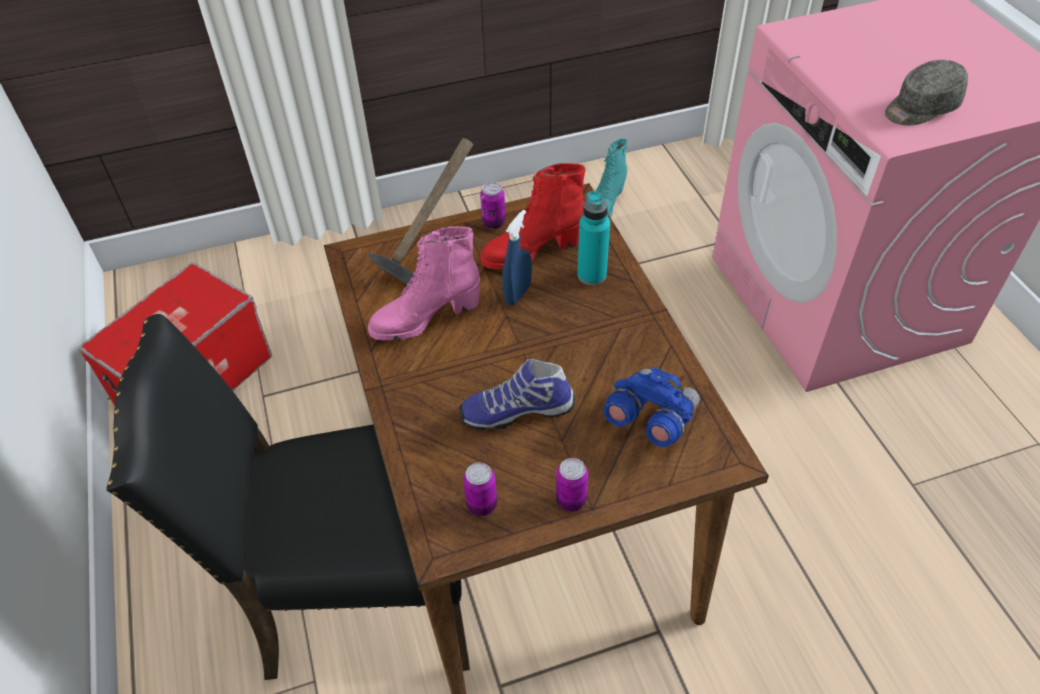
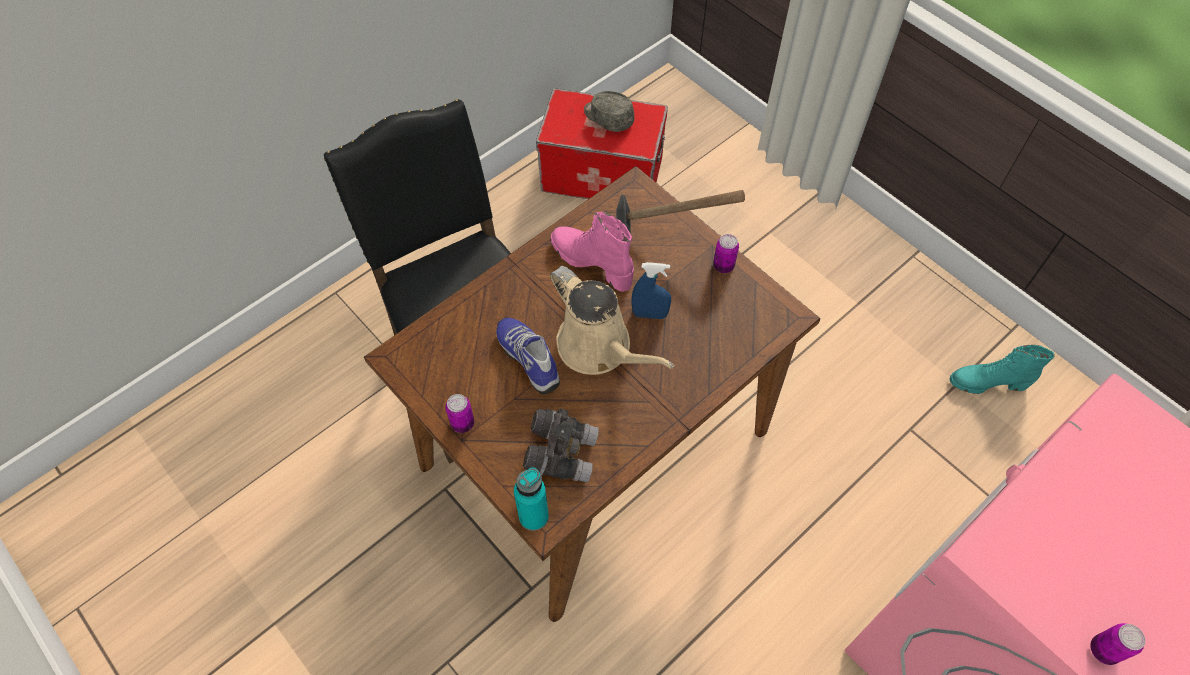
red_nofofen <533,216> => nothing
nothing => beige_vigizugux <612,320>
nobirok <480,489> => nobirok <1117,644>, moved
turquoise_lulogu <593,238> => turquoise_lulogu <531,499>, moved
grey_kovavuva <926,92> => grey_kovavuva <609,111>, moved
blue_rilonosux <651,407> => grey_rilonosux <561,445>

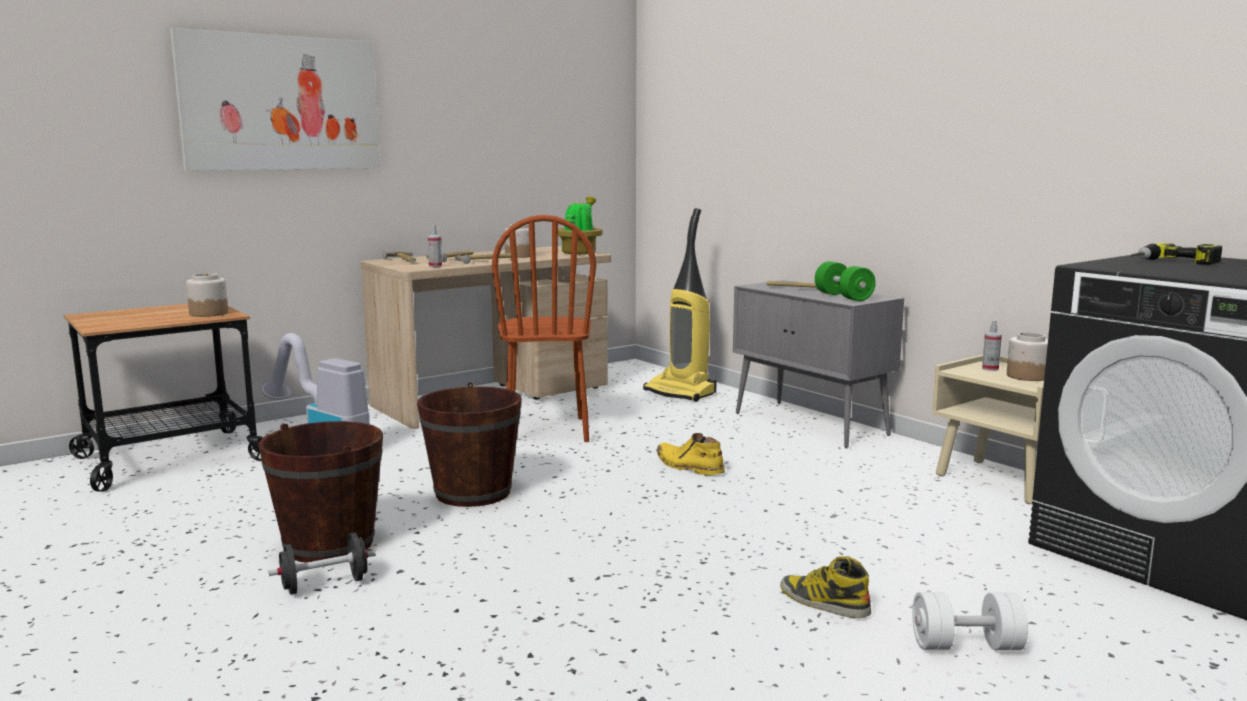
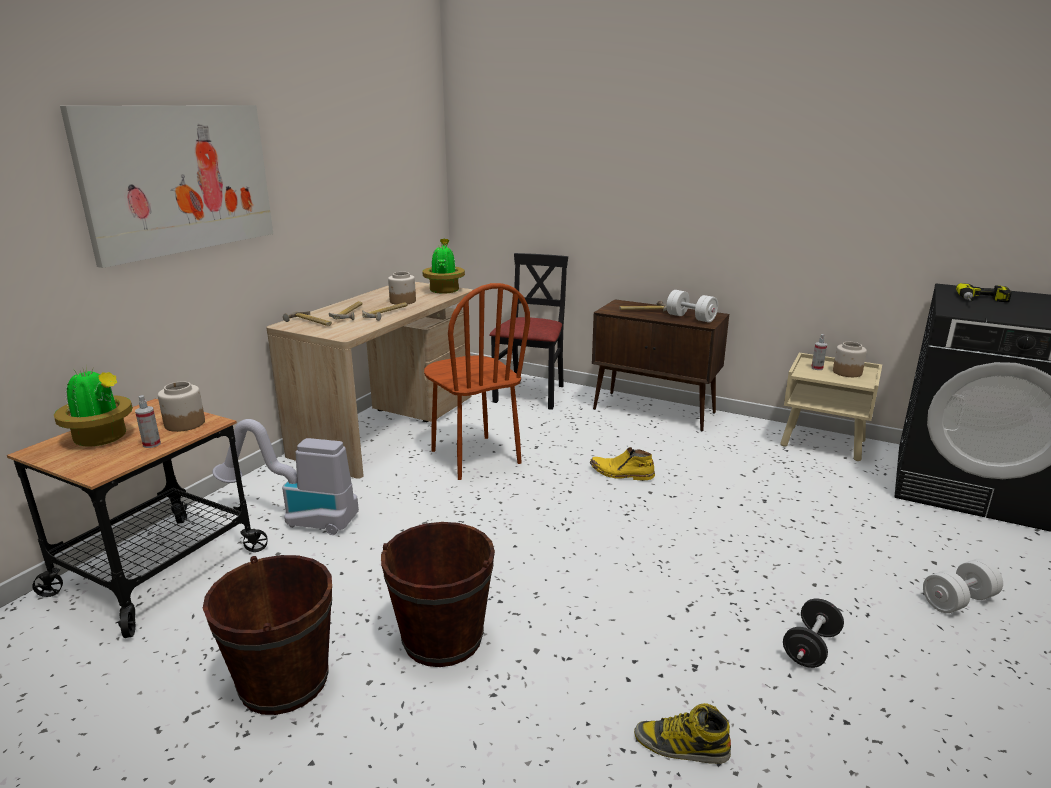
nothing => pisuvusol <93,406>
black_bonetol <322,563> => black_bonetol <813,633>, moved
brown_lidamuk <469,444> => brown_lidamuk <267,635>, moved
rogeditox <435,246> => rogeditox <148,421>, moved
nofofen <825,587> => nofofen <682,733>, moved
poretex <680,305> => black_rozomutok <528,331>
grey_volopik <818,364> => brown_volopik <660,365>
green_bonetol <845,281> => white_bonetol <692,306>

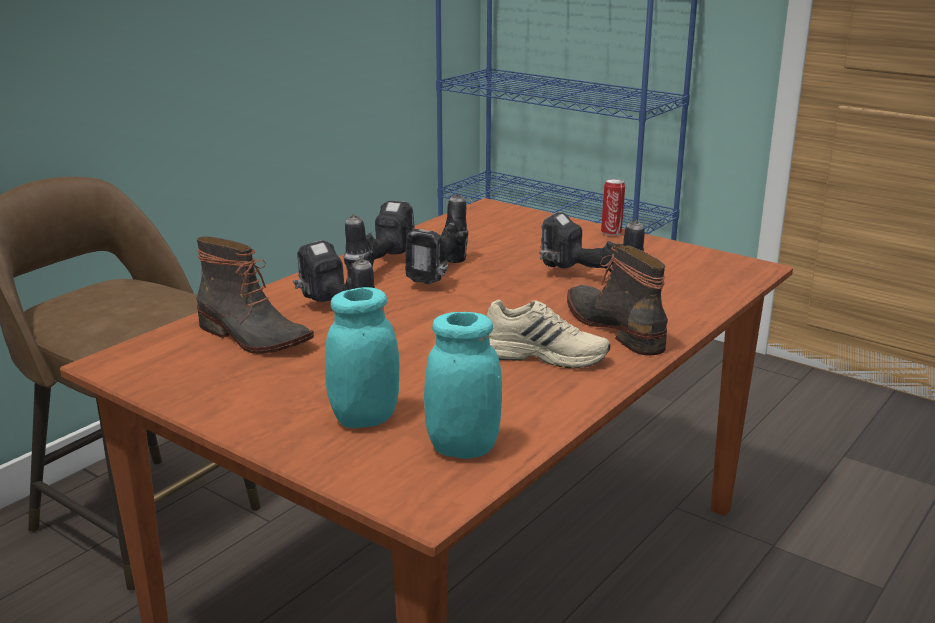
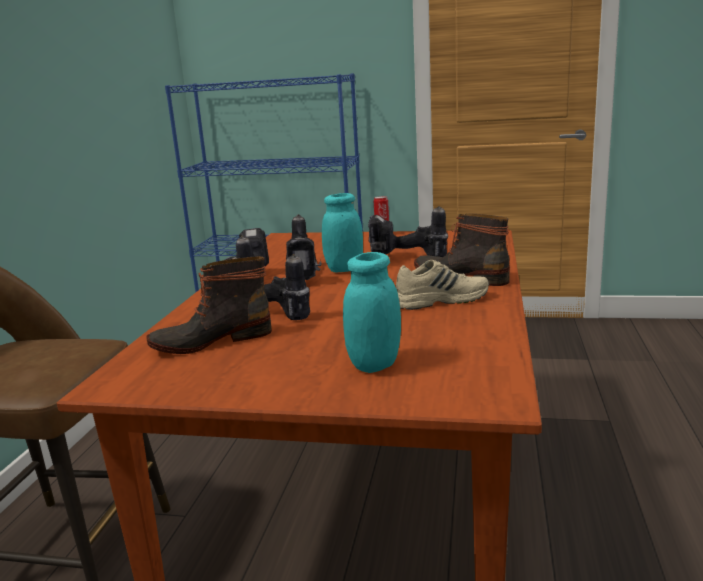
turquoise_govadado <463,385> => turquoise_govadado <342,232>, moved
nofofen <255,295> => nofofen <209,305>, 150 degrees clockwise

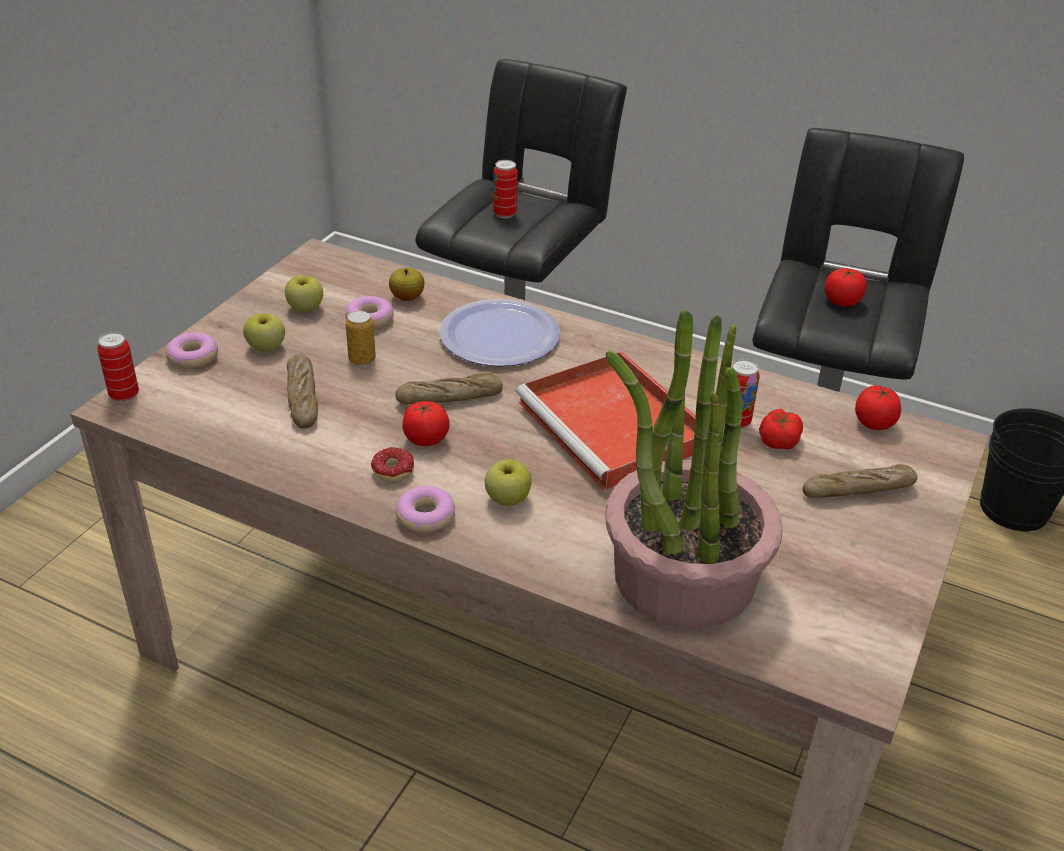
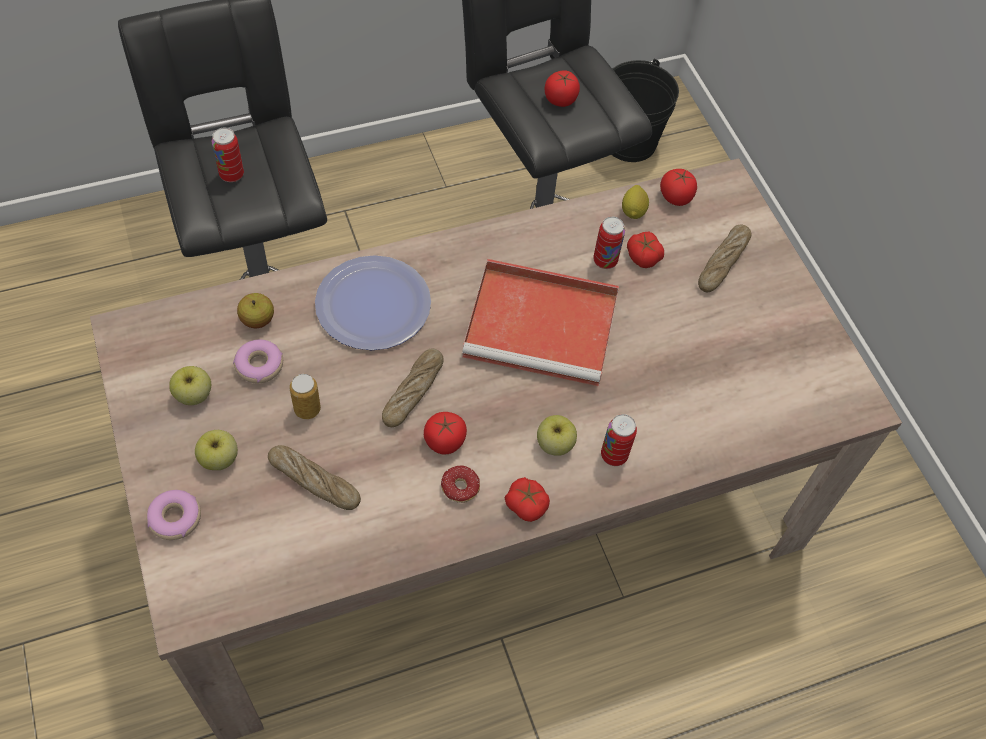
pisuvusol <694,469> => nothing
nothing => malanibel <635,202>
nobirok <118,367> => nobirok <619,440>, moved
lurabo <425,509> => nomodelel <527,499>

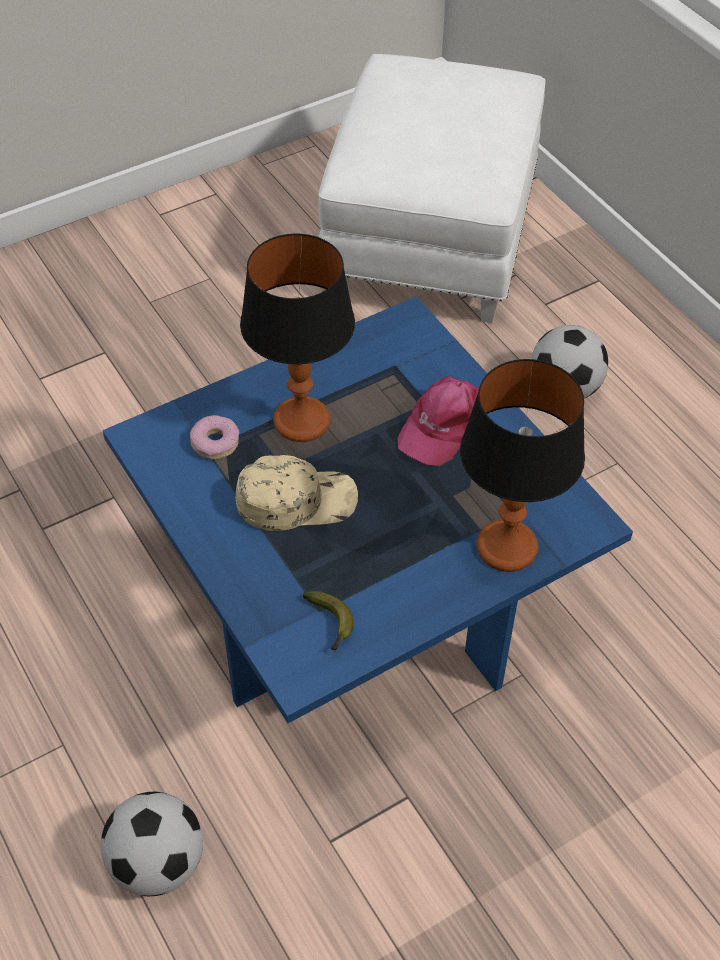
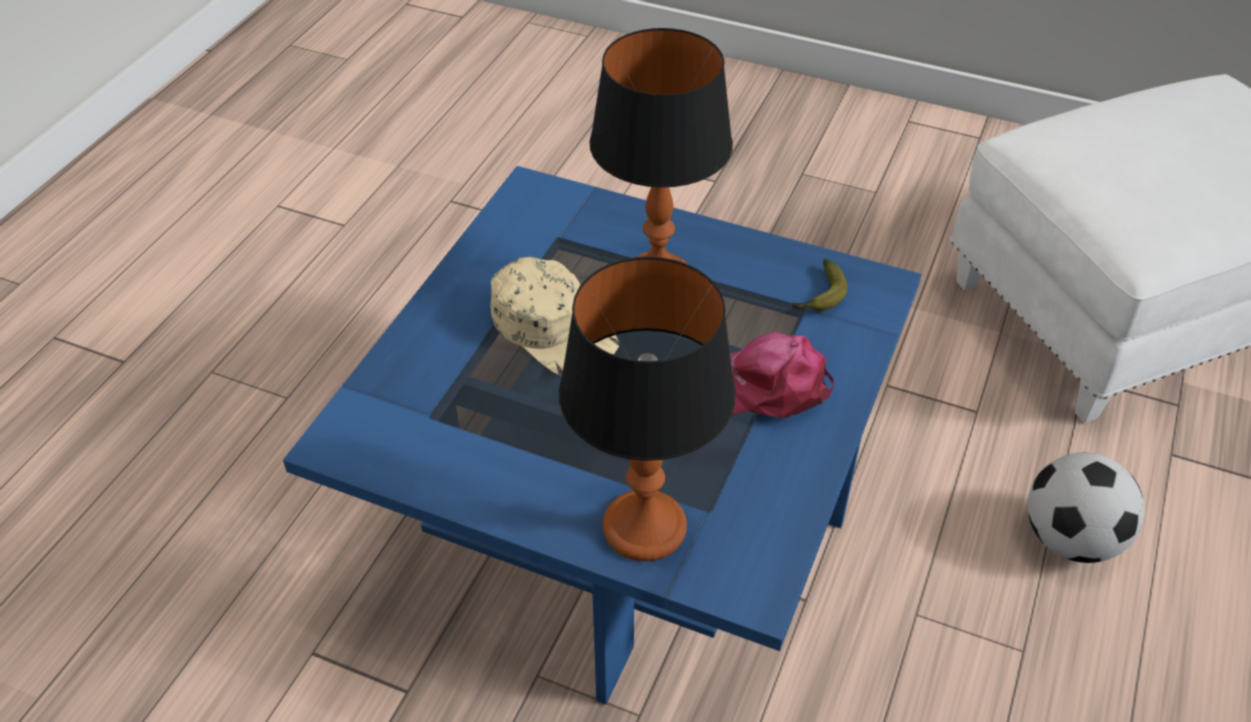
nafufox <152,844> => nothing
lurabo <214,437> => nothing
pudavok <328,621> => pudavok <820,285>, moved

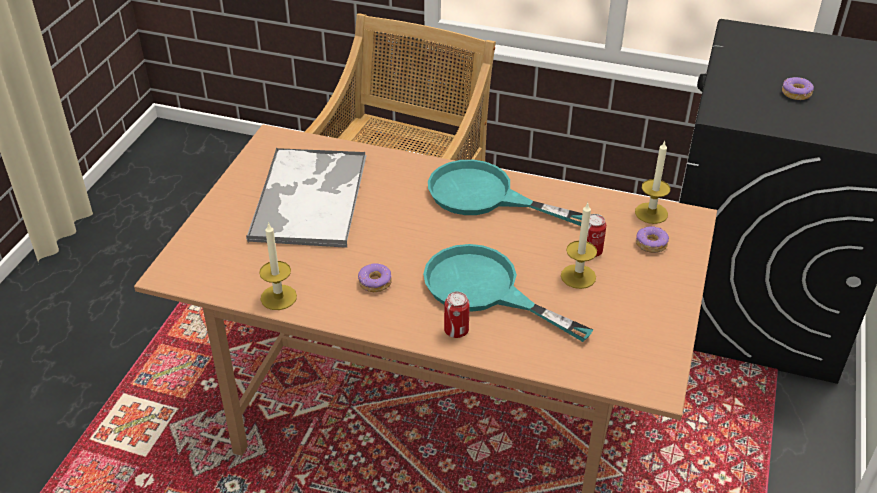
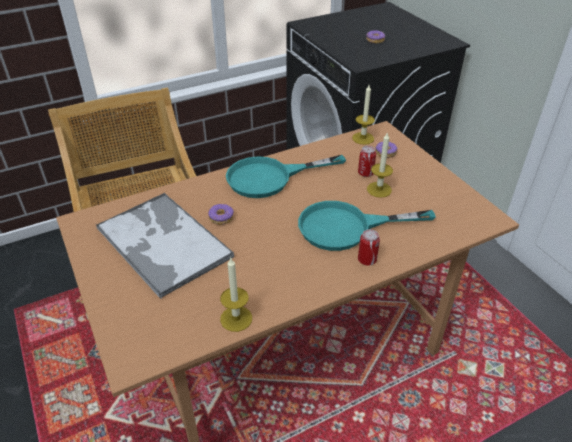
lurabo <375,277> => lurabo <221,214>, moved

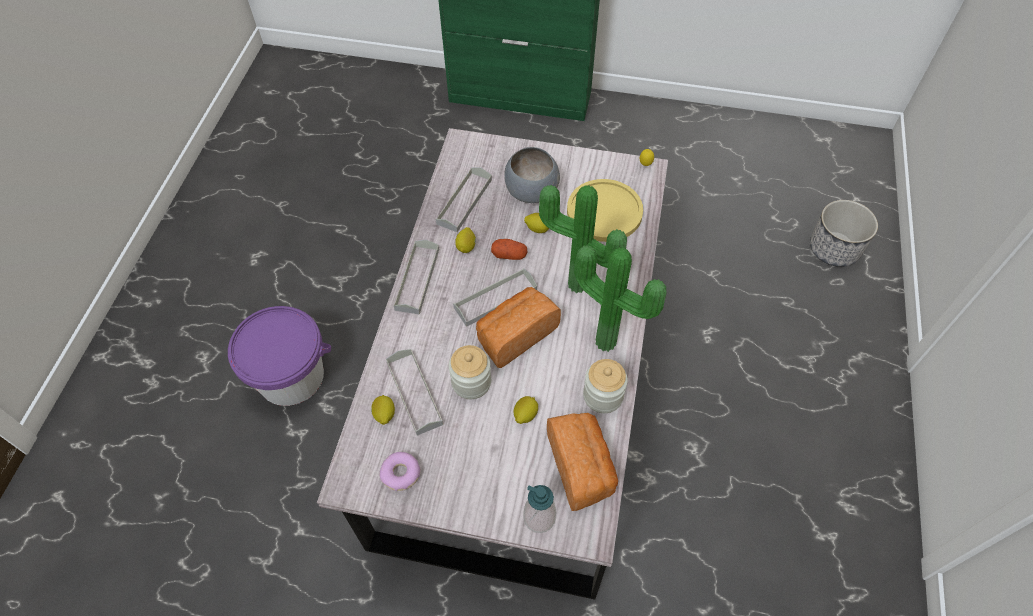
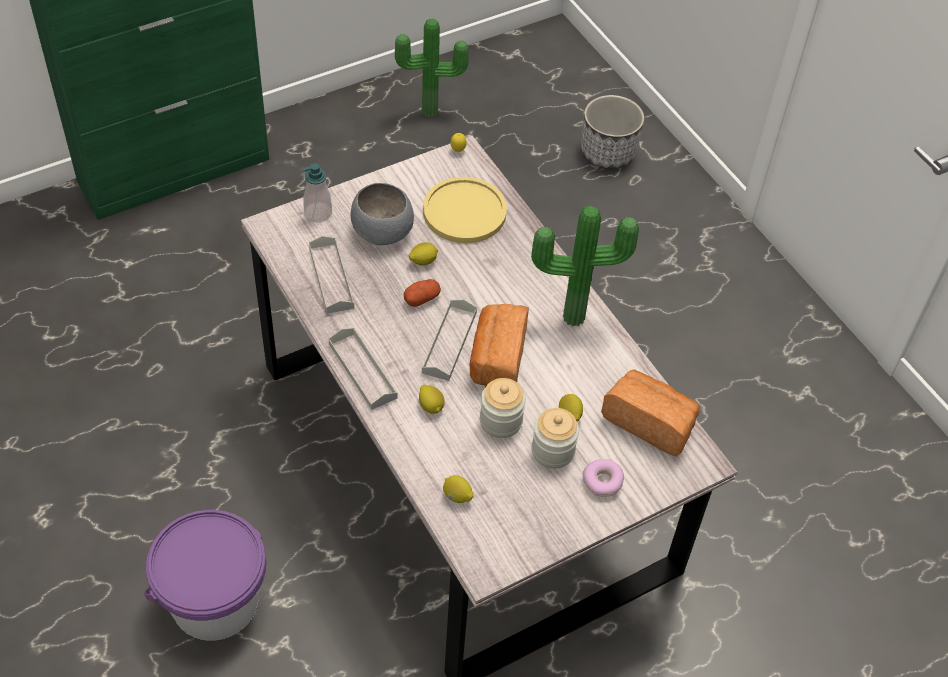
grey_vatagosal <414,392> => nothing
lurabo <400,471> => lurabo <603,478>, moved
malanibel <465,240> => malanibel <432,399>, moved
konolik <539,509> => konolik <317,193>, moved
pisuvusol <583,239> => pisuvusol <432,68>, moved
govadado <605,386> => govadado <555,438>, moved

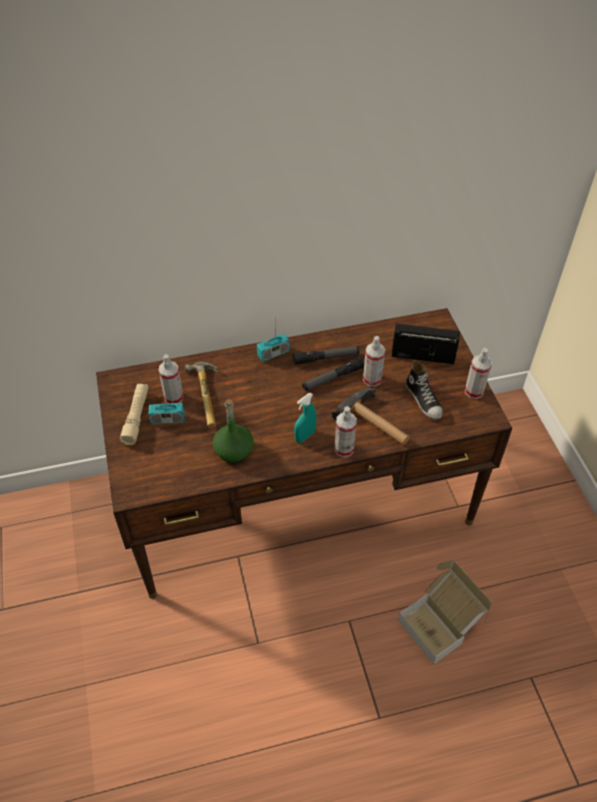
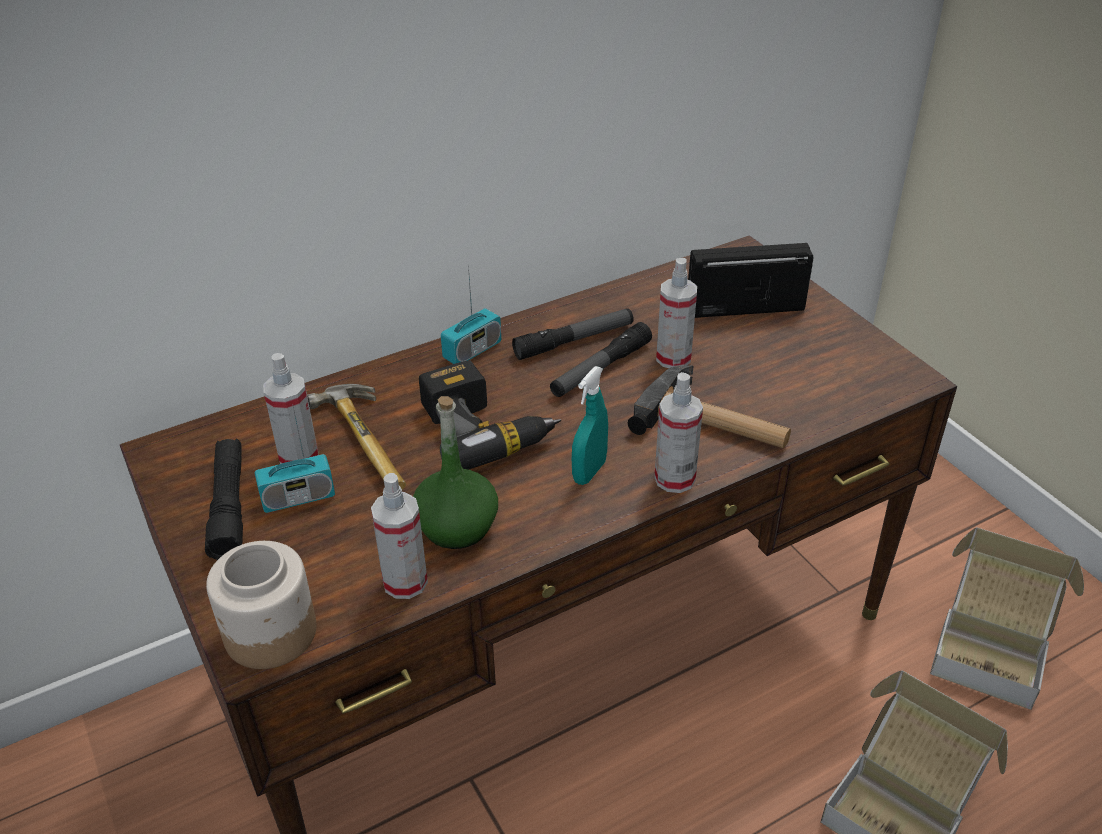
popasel <424,390> => nothing
nothing => govadado <261,605>
nothing => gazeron <490,415>
nothing => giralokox <1007,618>
rogeditox <478,373> => rogeditox <399,536>, moved
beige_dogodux <134,414> => black_dogodux <224,499>

